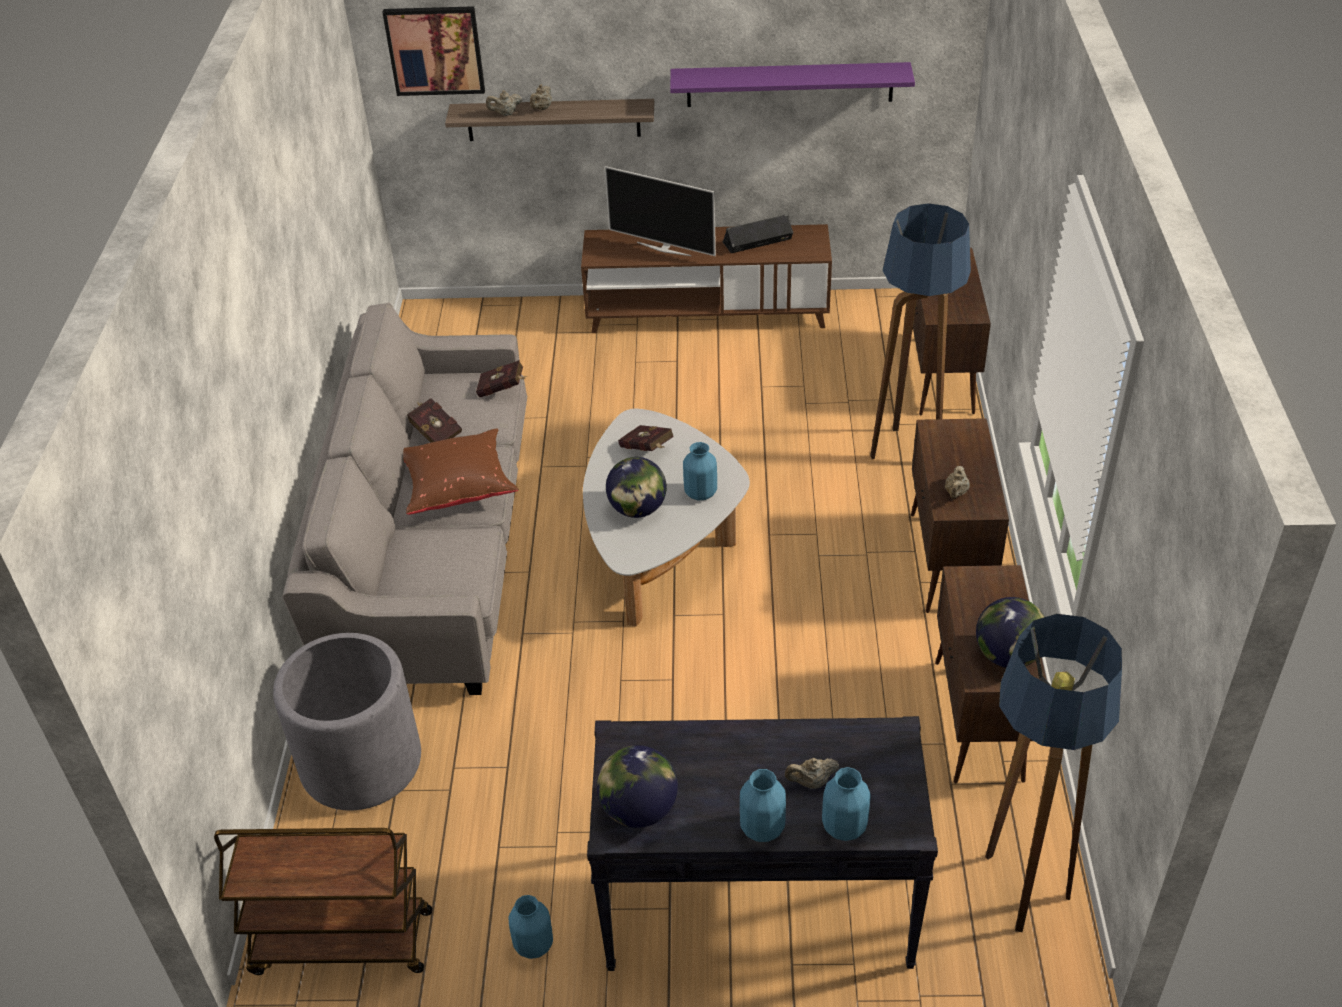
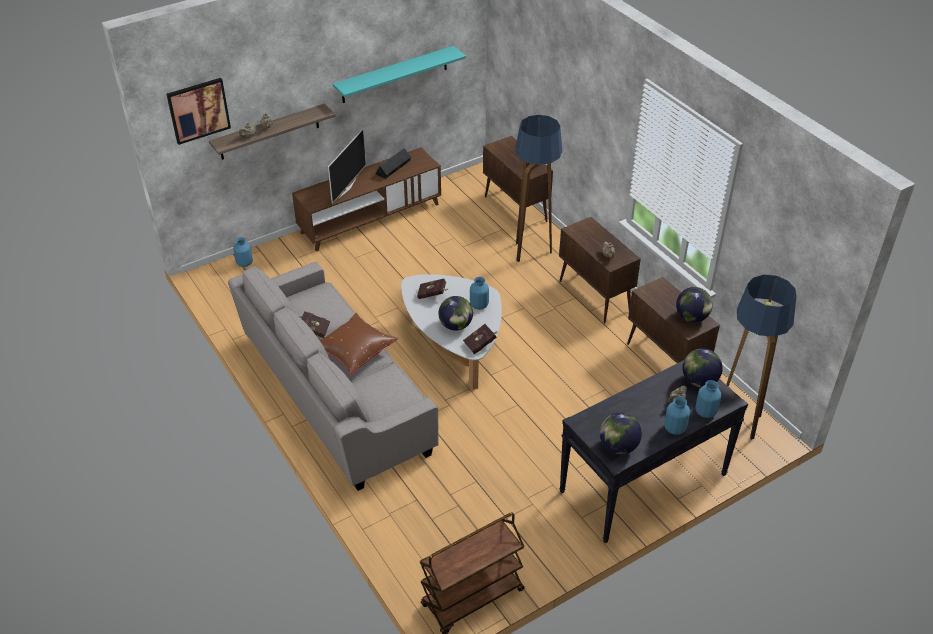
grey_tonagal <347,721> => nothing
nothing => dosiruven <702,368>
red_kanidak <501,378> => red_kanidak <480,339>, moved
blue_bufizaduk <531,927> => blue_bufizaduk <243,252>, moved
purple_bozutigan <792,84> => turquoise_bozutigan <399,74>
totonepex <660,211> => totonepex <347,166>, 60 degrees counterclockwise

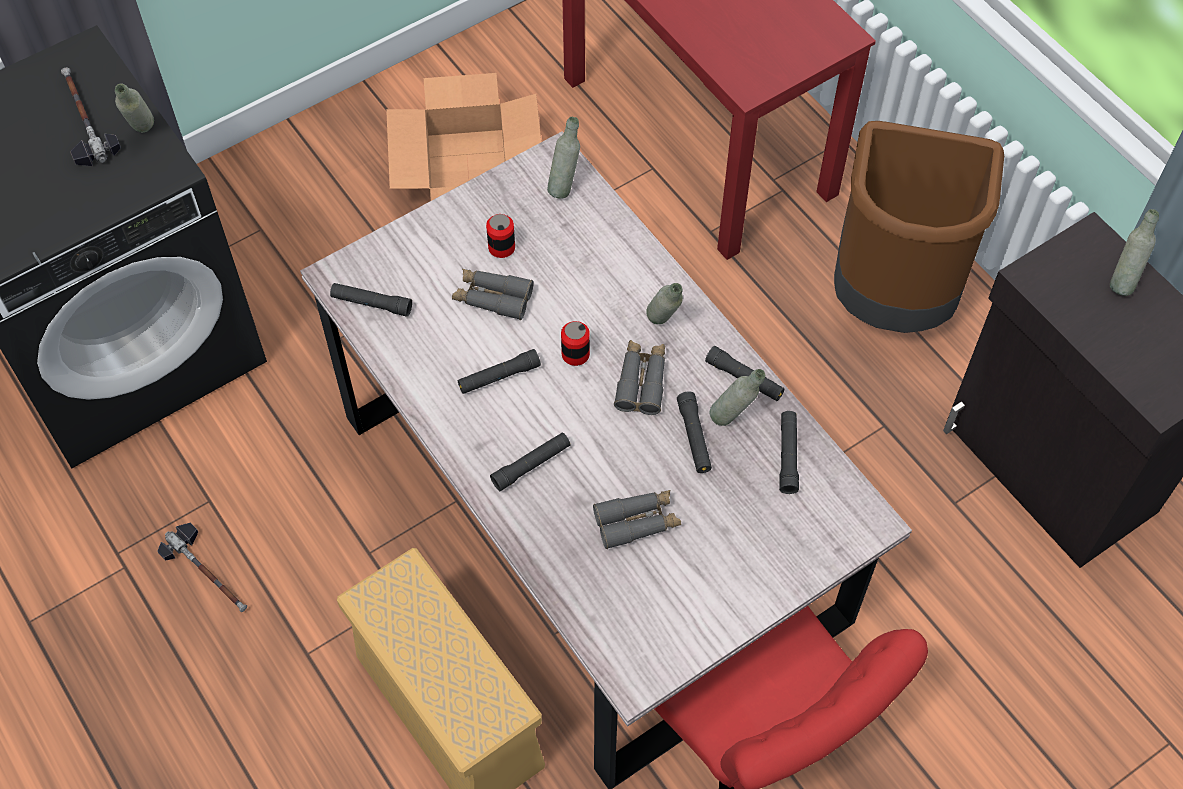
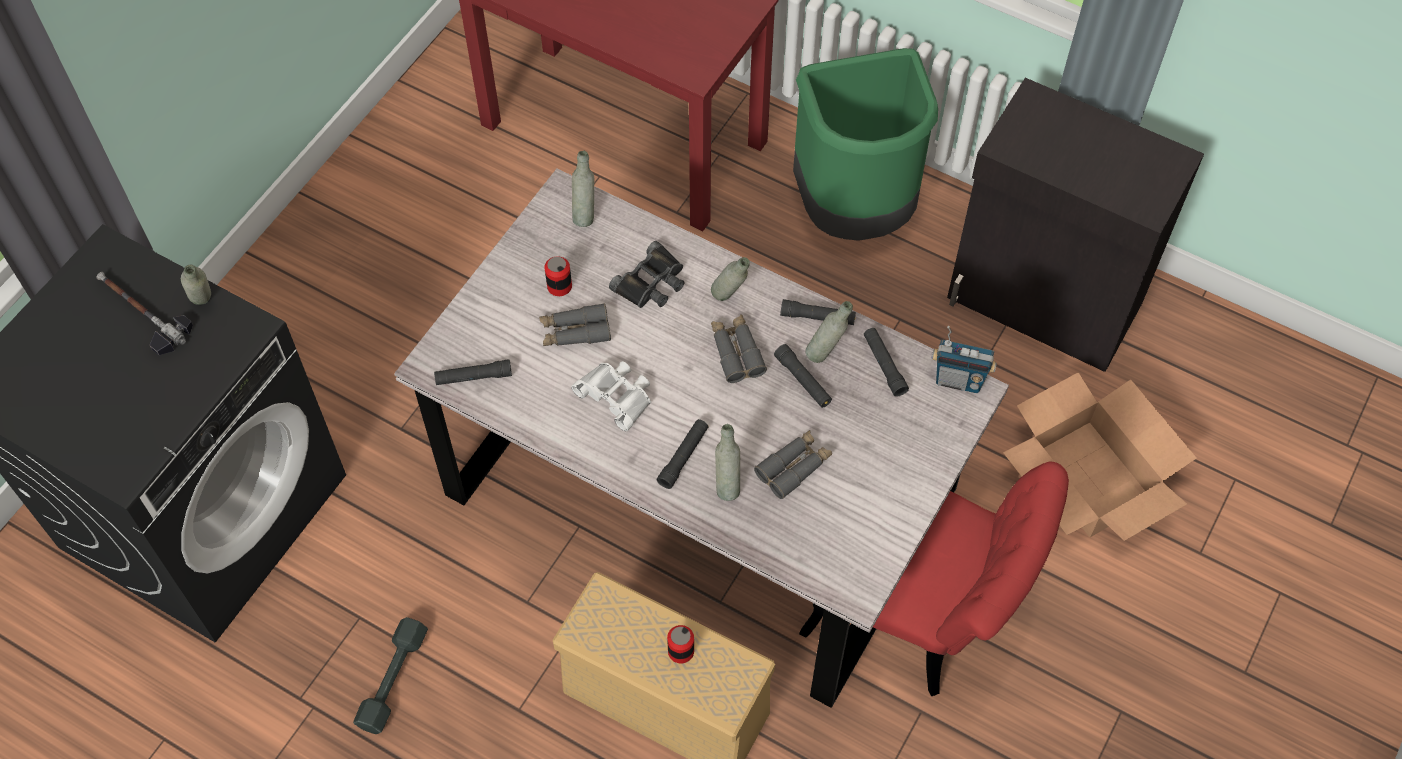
nothing => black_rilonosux <647,274>
nothing => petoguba <964,359>
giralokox <463,137> => giralokox <1100,456>, moved
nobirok <575,343> => nobirok <680,644>, moved
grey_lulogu <1134,252> => grey_lulogu <727,462>, moved
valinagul <202,567> => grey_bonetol <390,675>
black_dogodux <499,371> => white_rilonosux <611,396>
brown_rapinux <919,227> => green_rapinux <865,144>

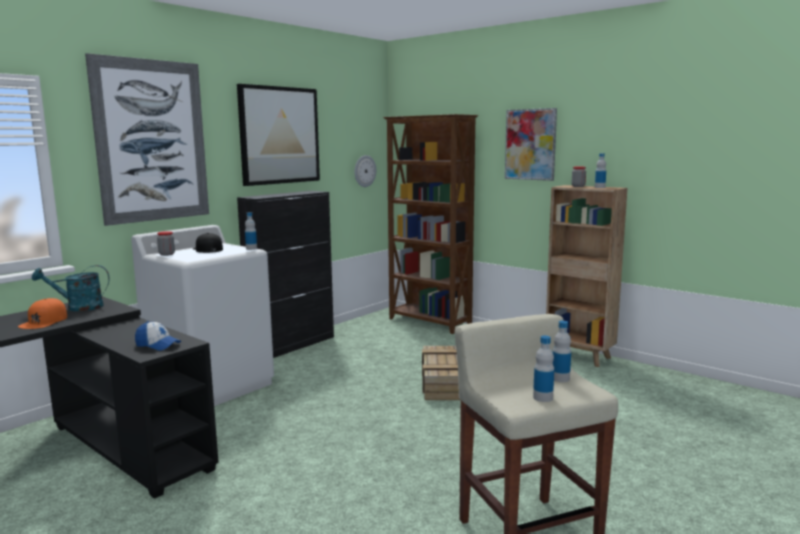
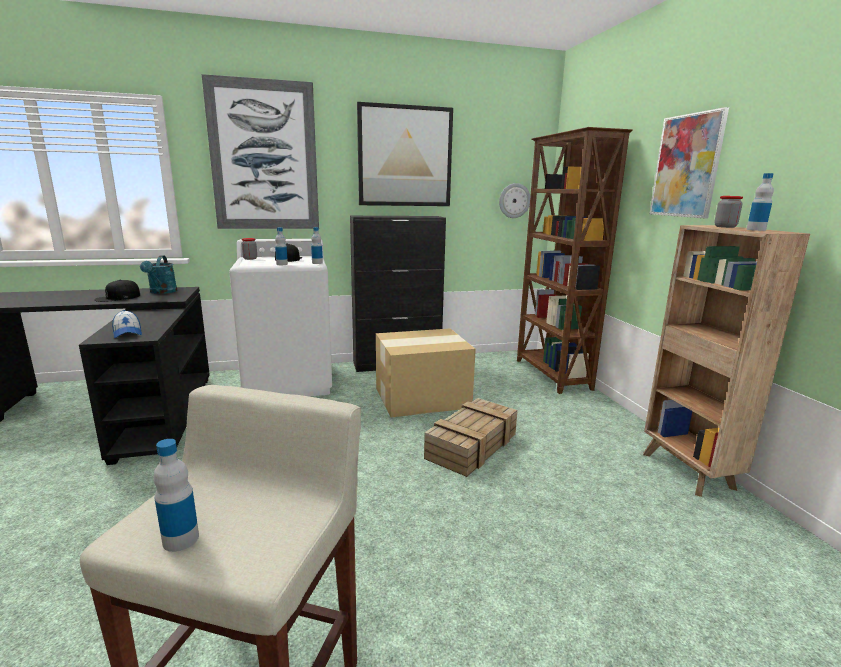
nothing => giralokox <426,372>
lulogu <562,351> => lulogu <281,246>, moved
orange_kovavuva <42,313> => black_kovavuva <117,291>
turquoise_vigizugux <71,288> => turquoise_vigizugux <158,274>, 120 degrees counterclockwise

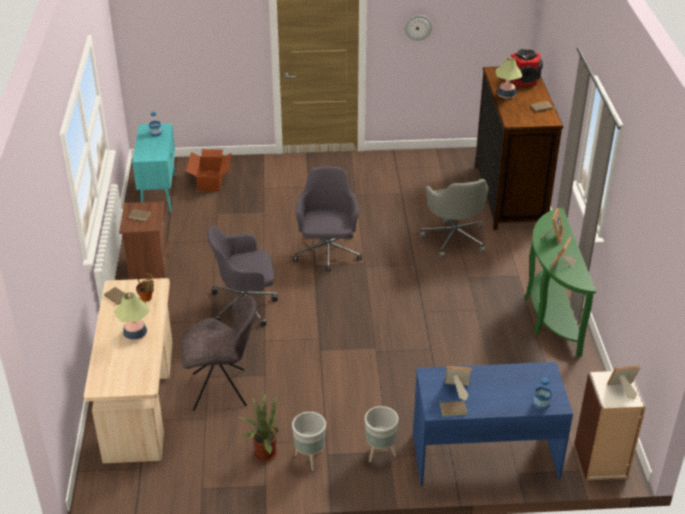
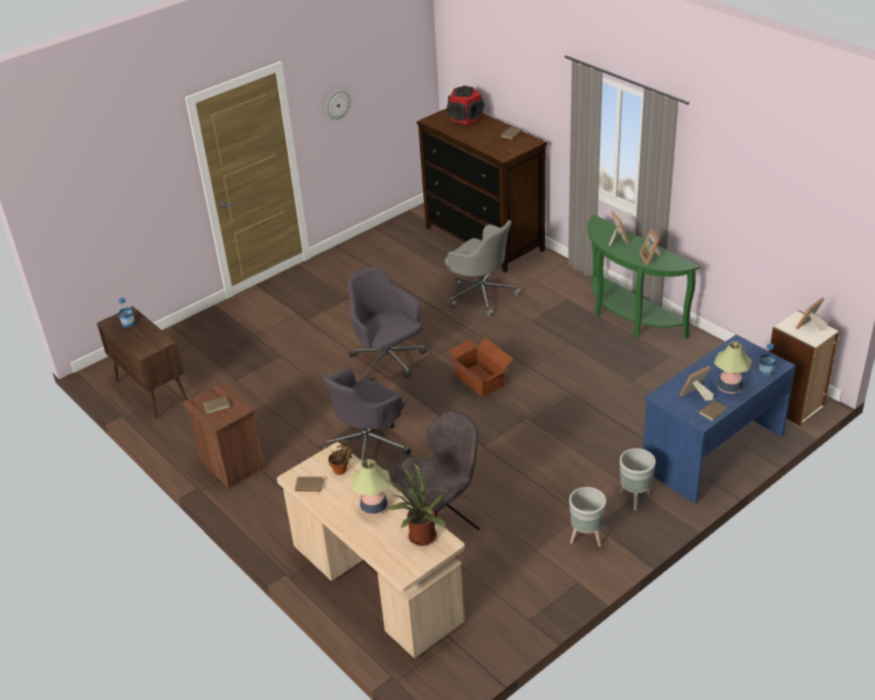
giralokox <209,170> => giralokox <479,367>, moved
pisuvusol <257,427> => pisuvusol <416,504>, moved
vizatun <509,78> => vizatun <733,367>, moved
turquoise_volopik <154,168> => brown_volopik <142,362>

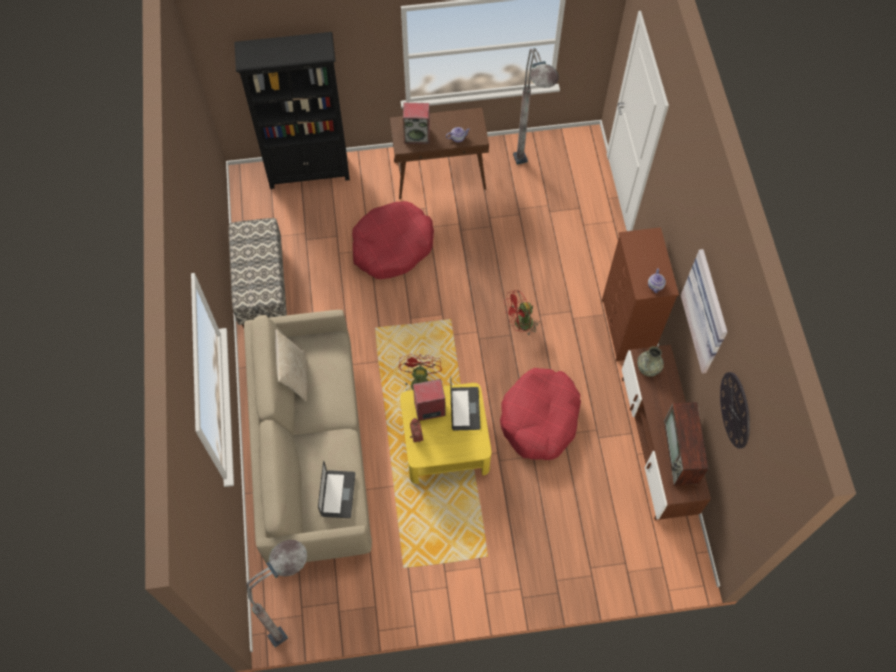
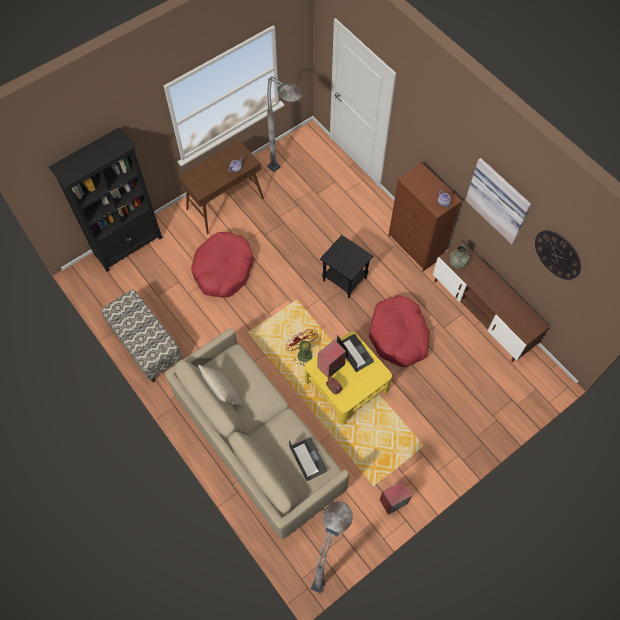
totonepex <686,443> => nothing
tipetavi <416,123> => tipetavi <396,497>, moved
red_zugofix <522,313> => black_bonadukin <346,266>

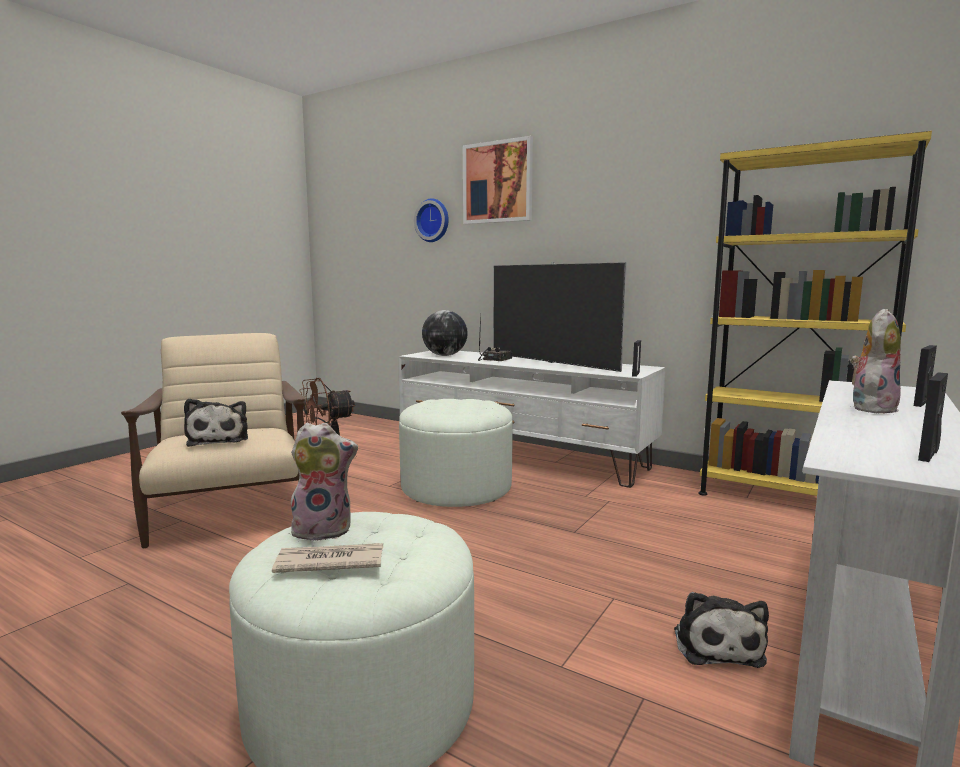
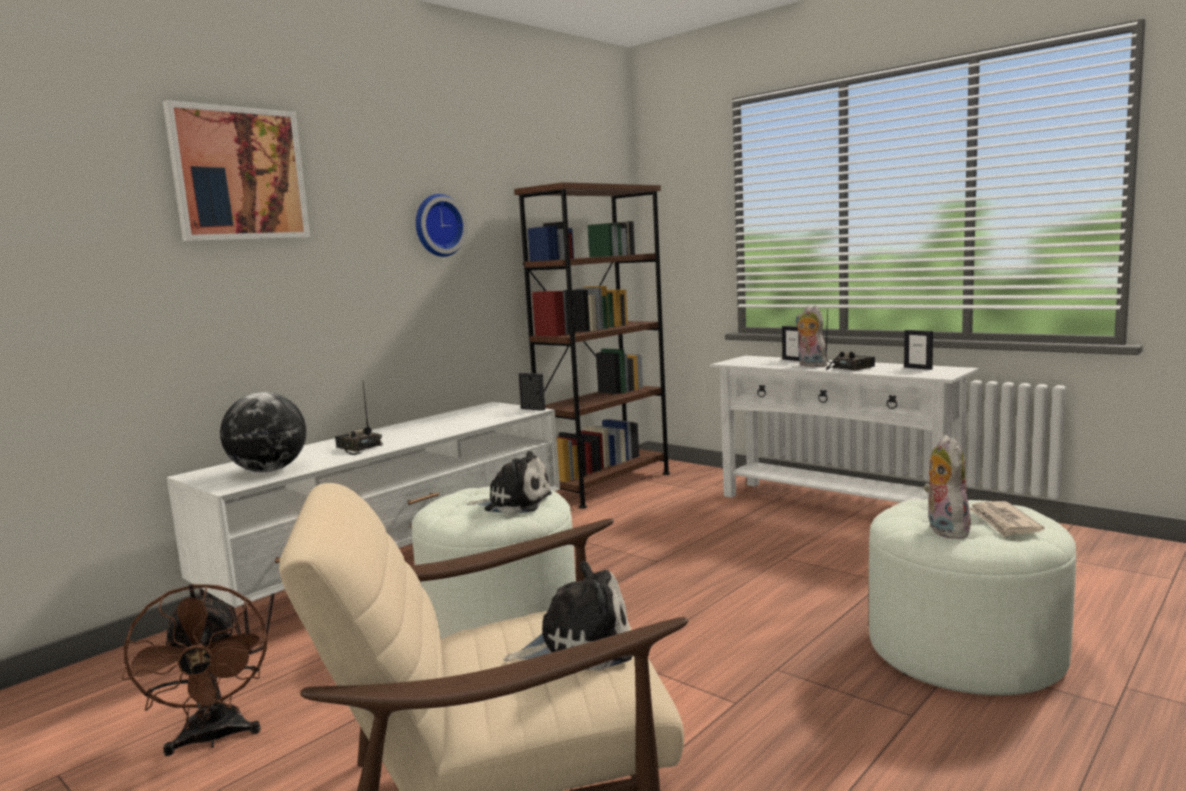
totonepex <560,317> => nothing
nothing => petoguba <850,339>
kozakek <431,220> => kozakek <441,225>, moved
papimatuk <721,630> => papimatuk <509,482>, moved
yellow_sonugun <815,313> => brown_sonugun <592,345>

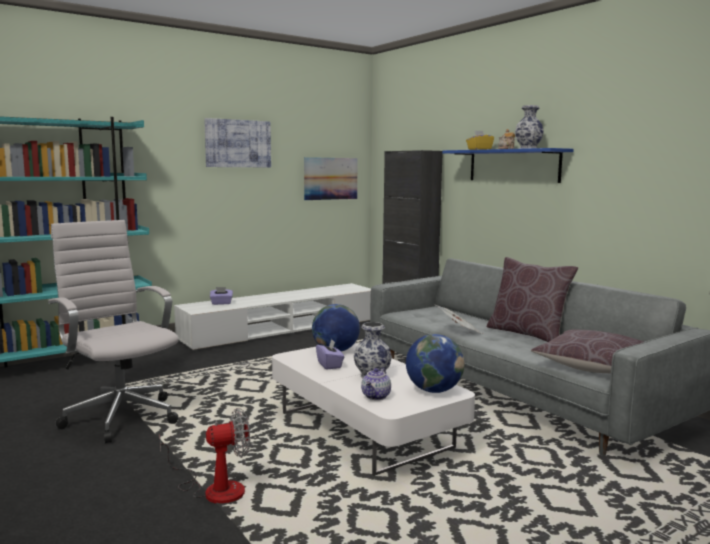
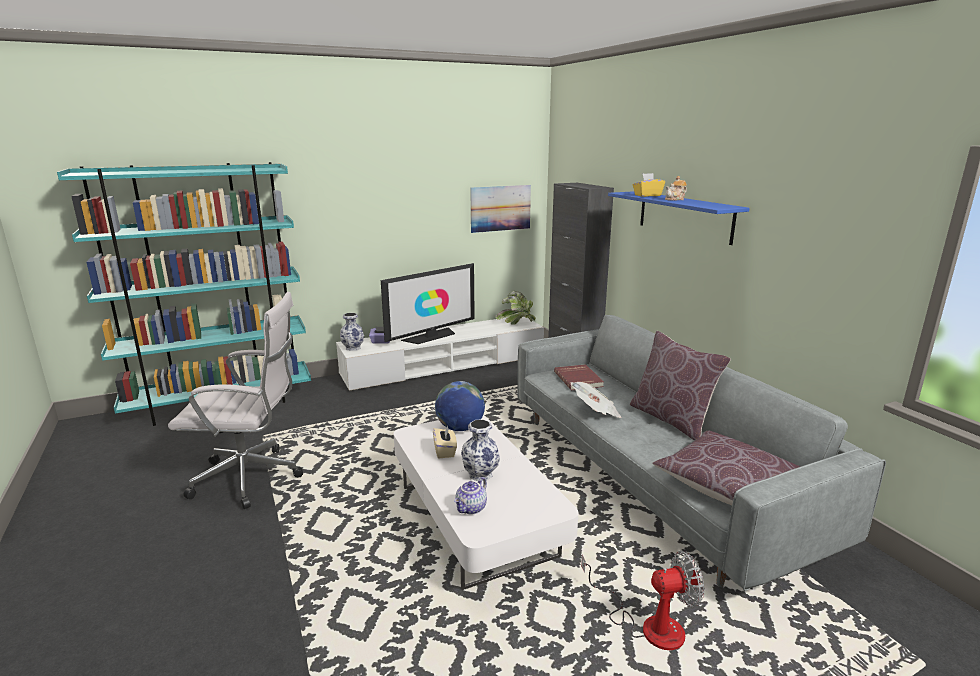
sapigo <237,142> => nothing
dosiruven <435,363> => nothing
nothing => totonepex <428,303>
nothing => pisuvusol <515,308>
nothing => red_kanidak <579,377>
zugofix <204,456> => zugofix <642,600>, moved
bufizaduk <529,127> => bufizaduk <352,332>, moved
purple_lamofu <330,354> => beige_lamofu <445,441>
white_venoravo <113,331> => white_venoravo <235,400>, 120 degrees clockwise

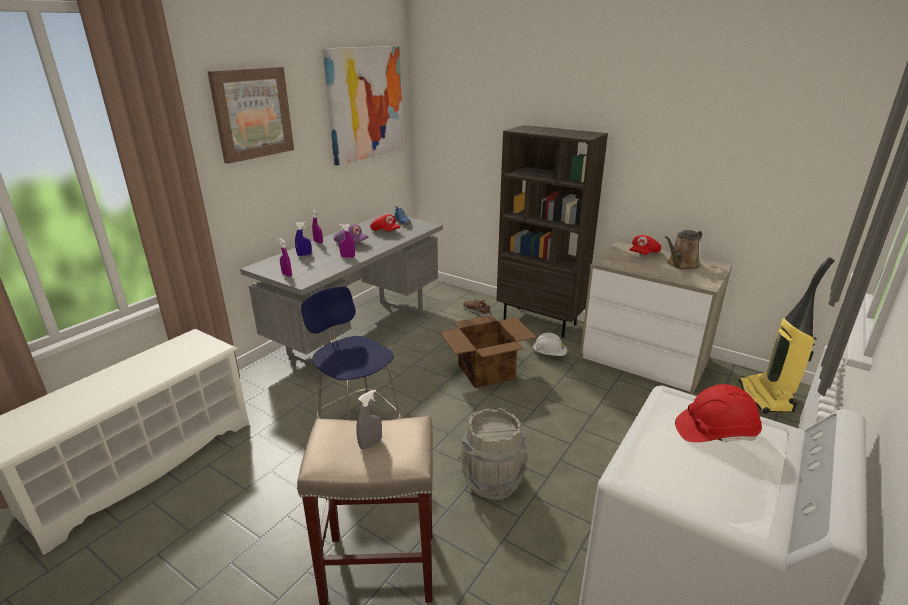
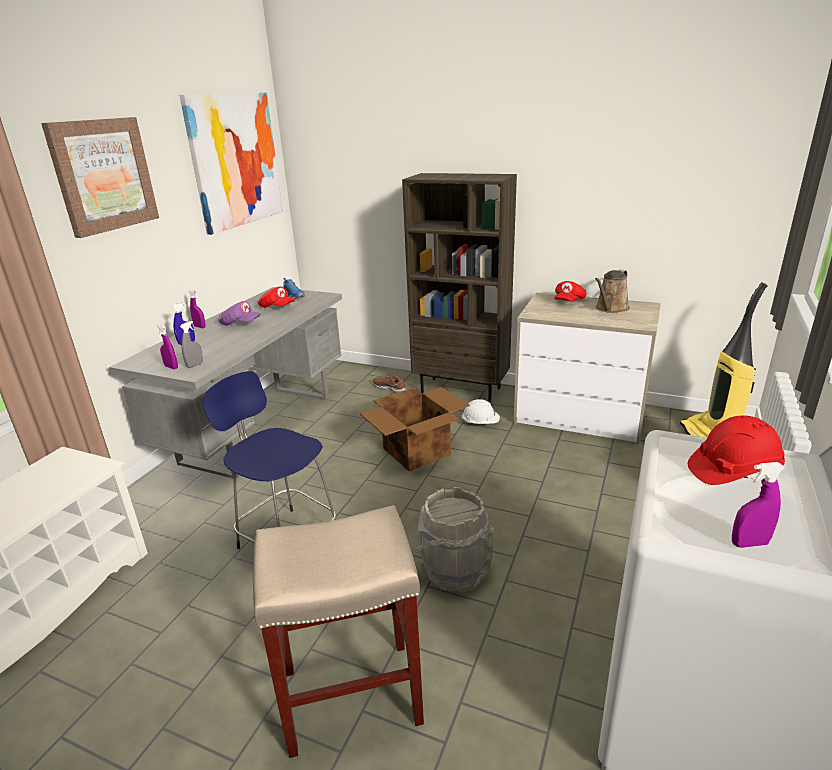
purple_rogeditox <347,241> => purple_rogeditox <759,505>, moved
grey_rogeditox <369,420> => grey_rogeditox <191,344>, moved

